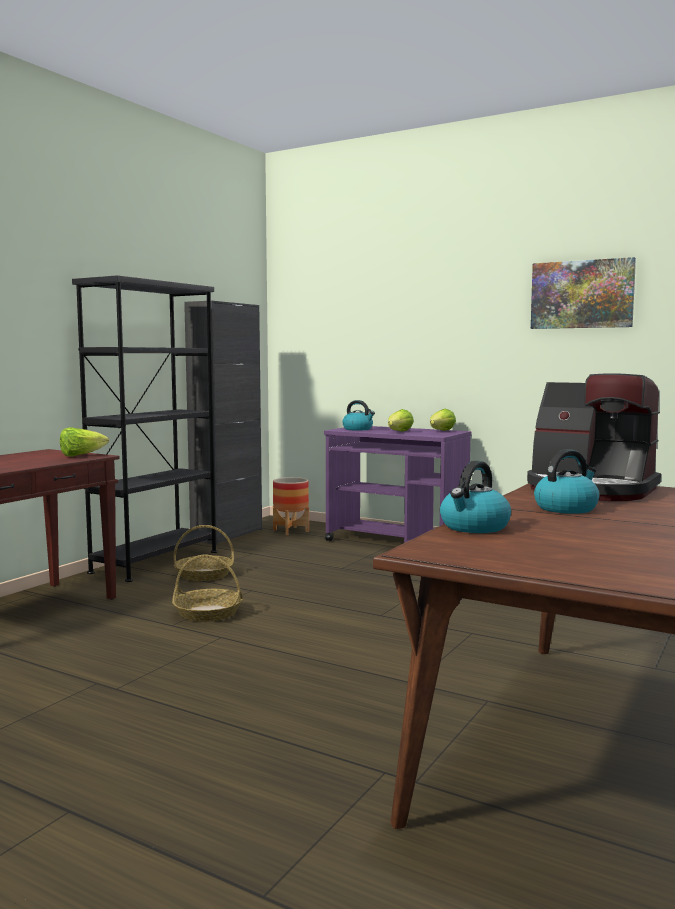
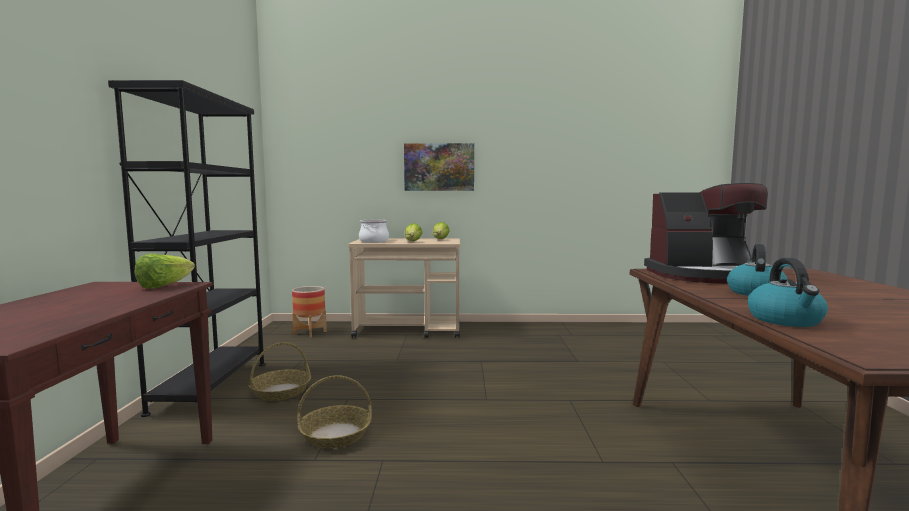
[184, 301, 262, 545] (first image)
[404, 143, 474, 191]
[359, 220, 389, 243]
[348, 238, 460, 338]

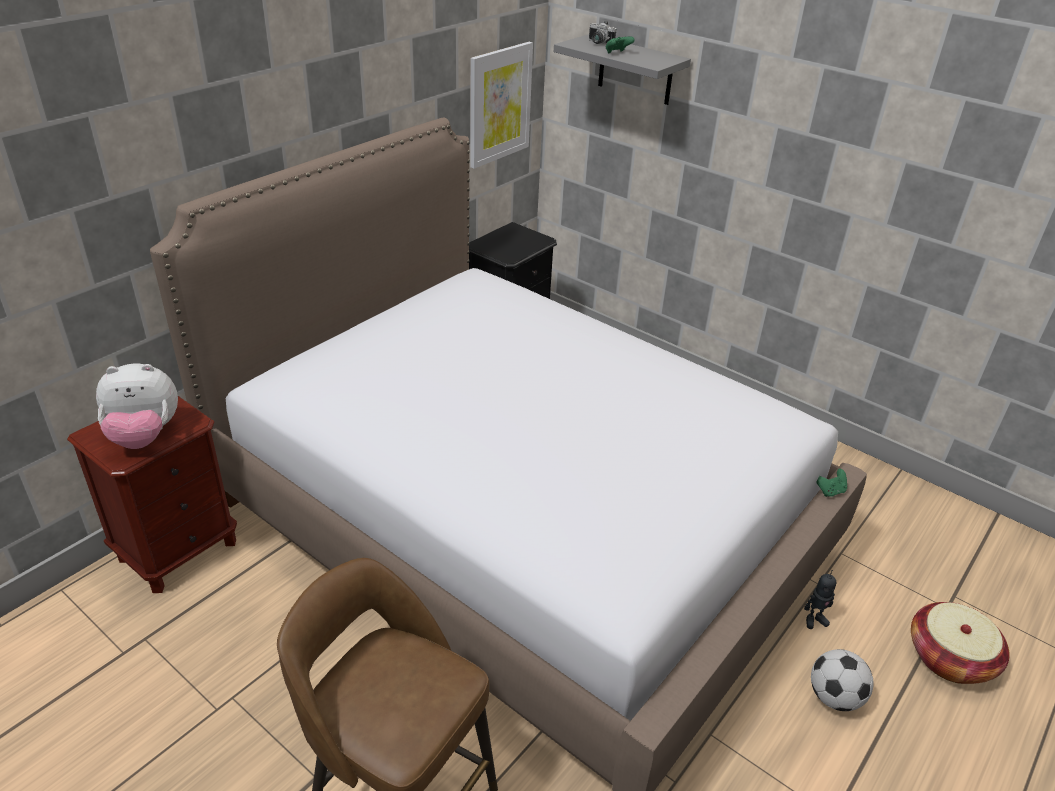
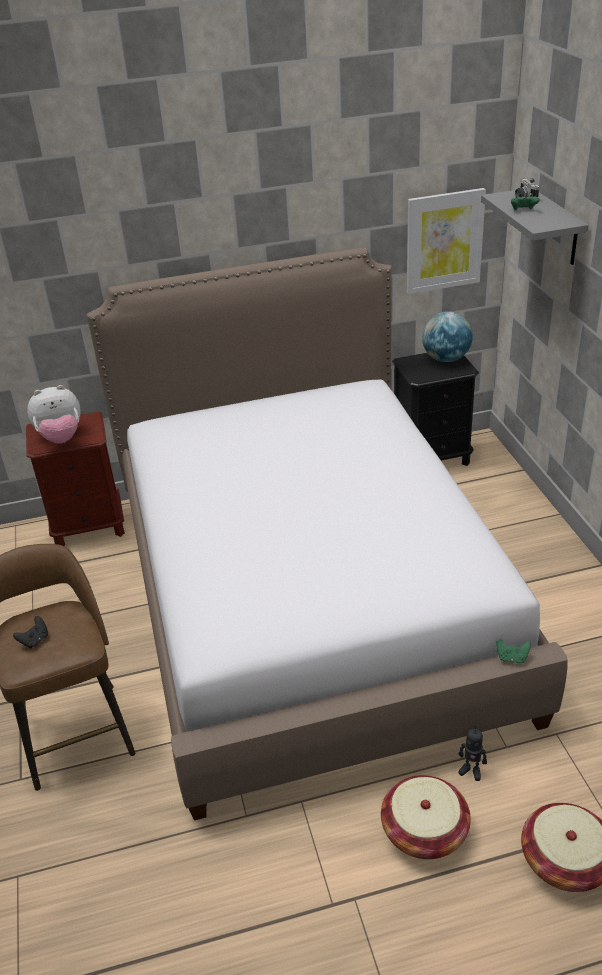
[13, 616, 48, 649]
[422, 311, 473, 362]
[381, 775, 471, 859]
[27, 385, 81, 444]

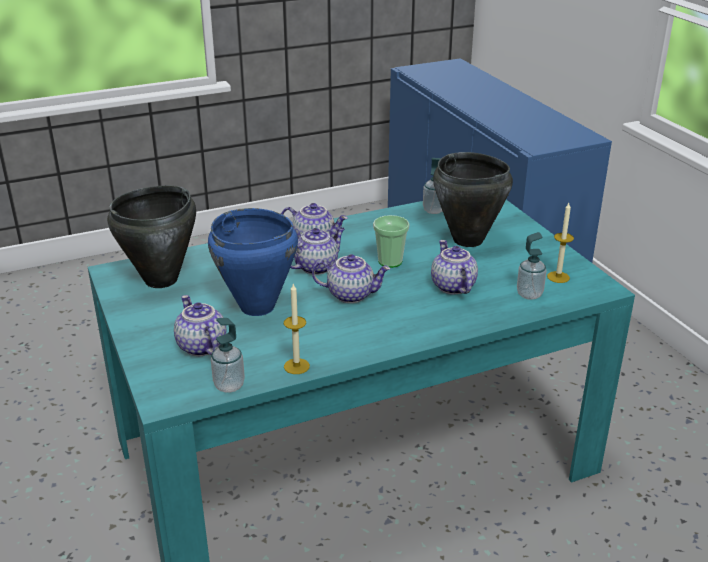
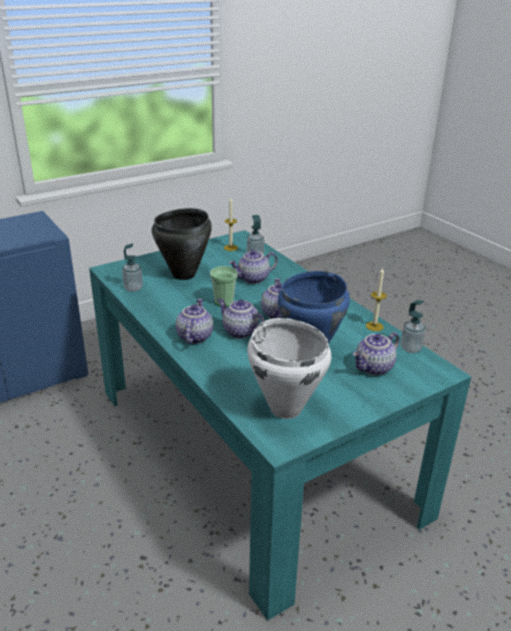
[247, 318, 331, 419]

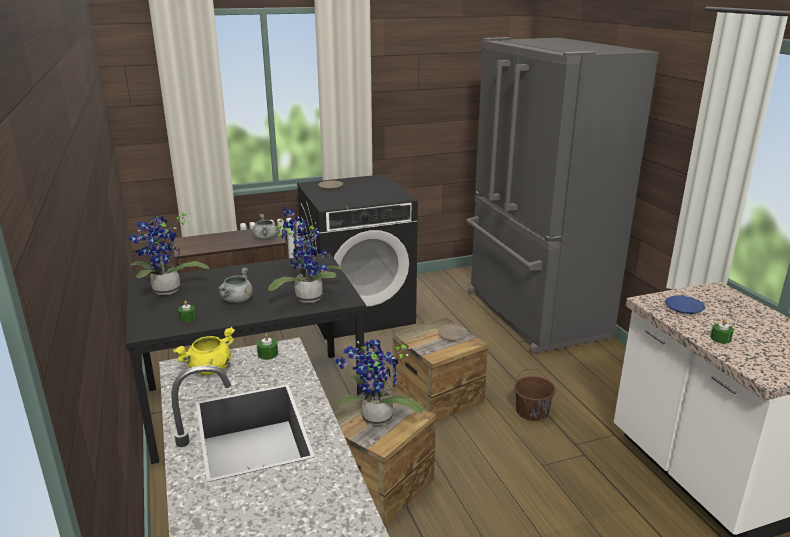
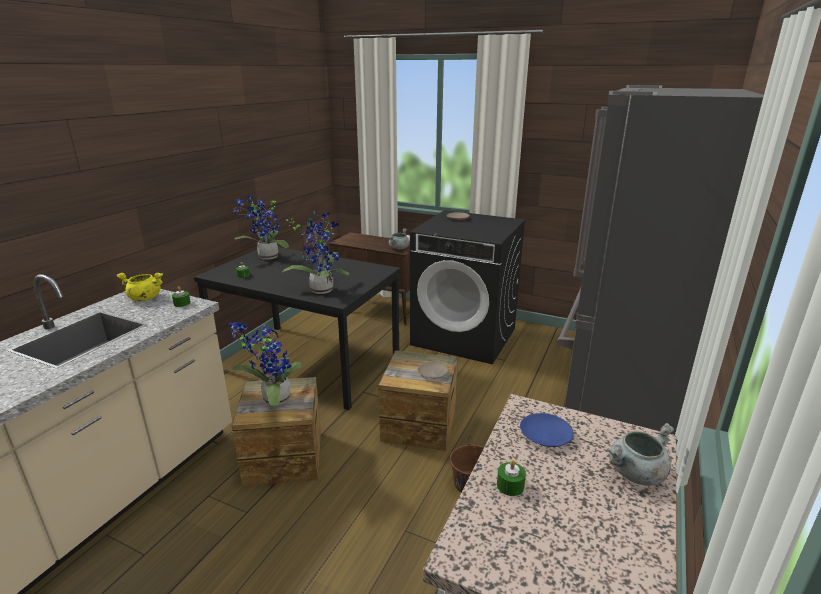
[607, 423, 674, 486]

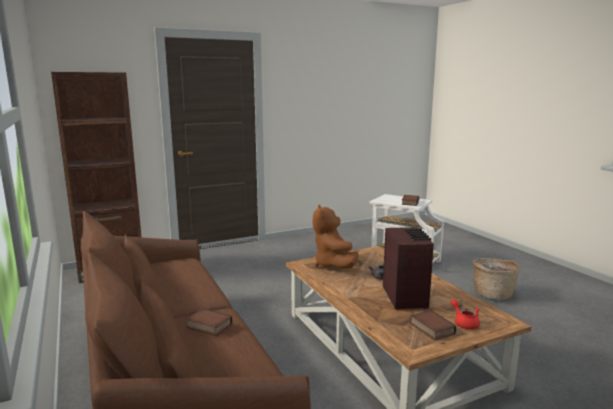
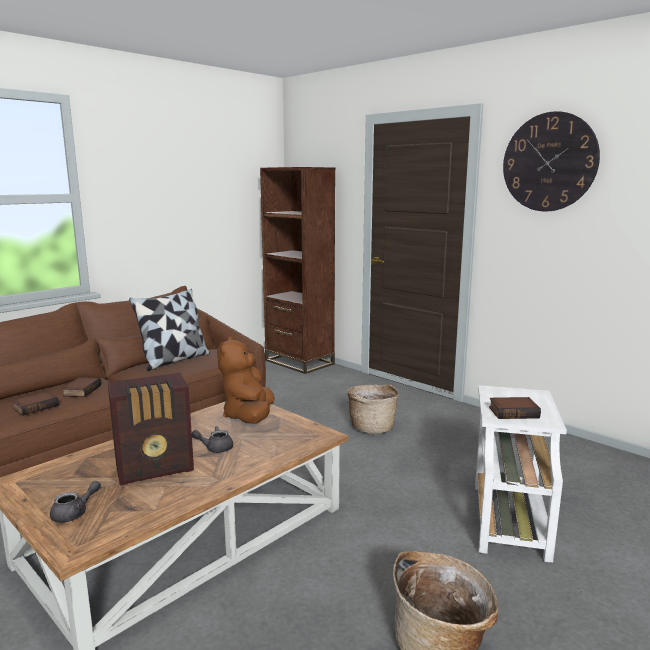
[129, 289, 210, 371]
[347, 384, 399, 434]
[503, 111, 600, 211]
[12, 391, 59, 416]
[50, 481, 101, 523]
[217, 336, 275, 424]

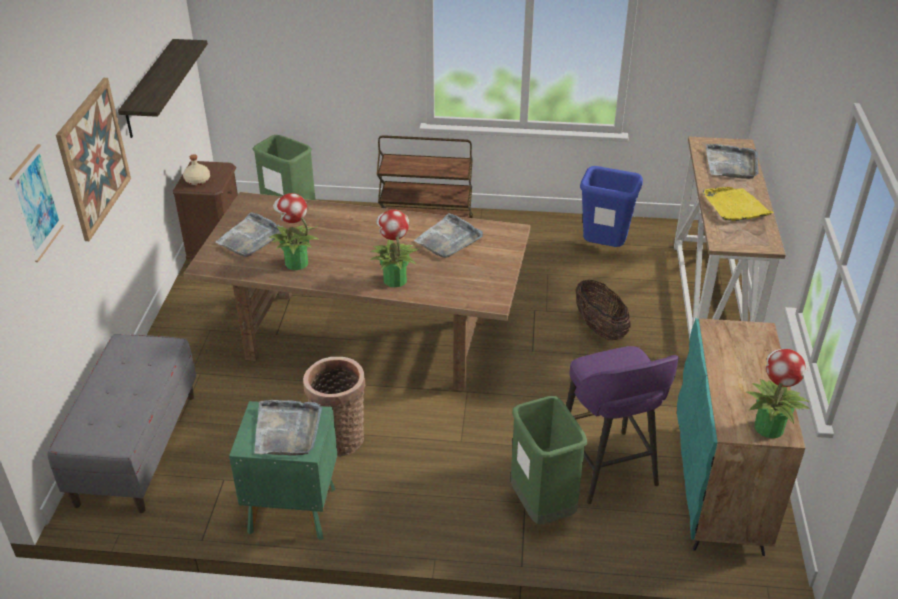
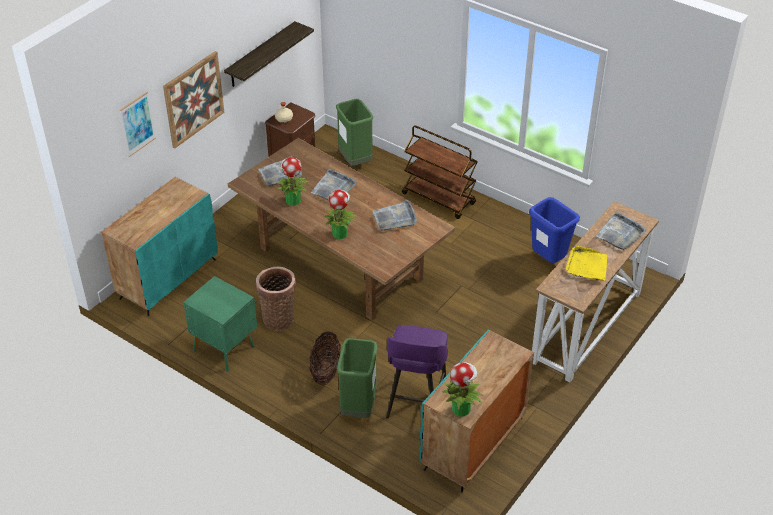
[311, 169, 356, 200]
[309, 332, 341, 385]
[101, 177, 218, 316]

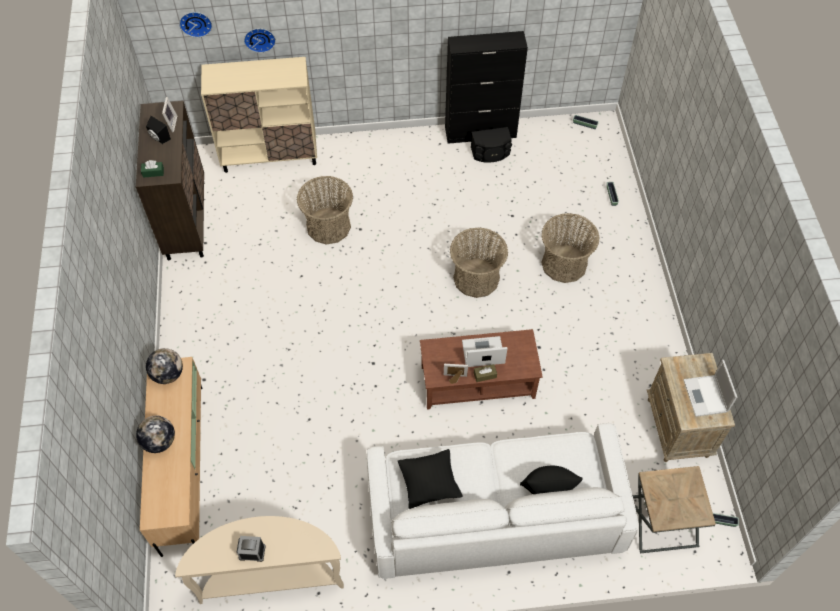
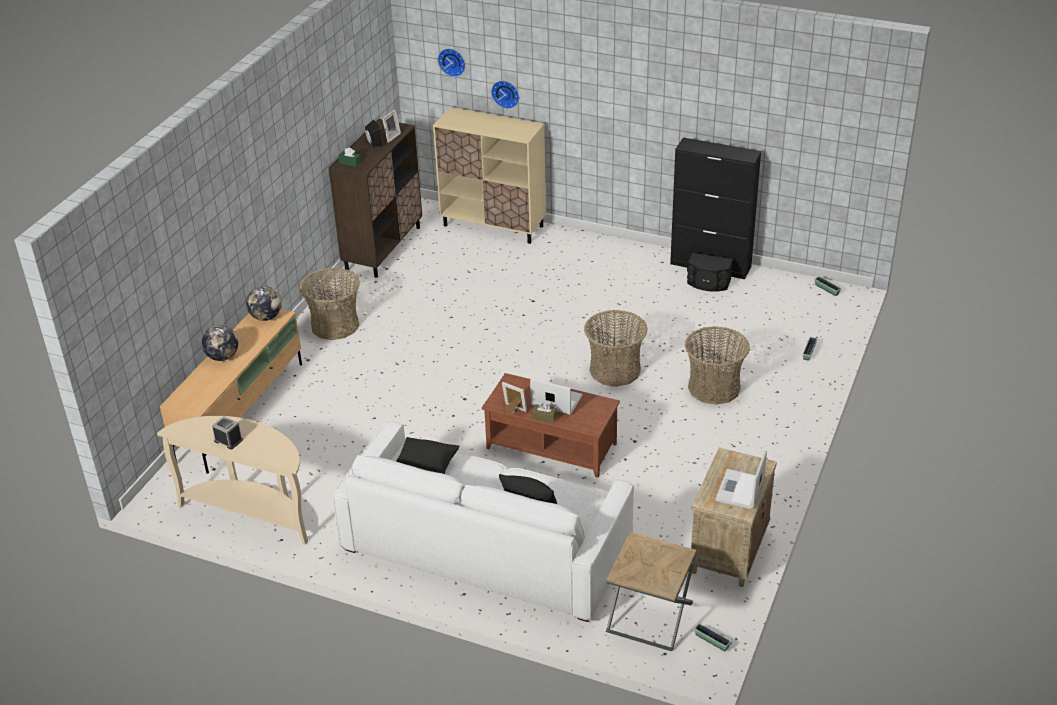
[300, 267, 360, 340]

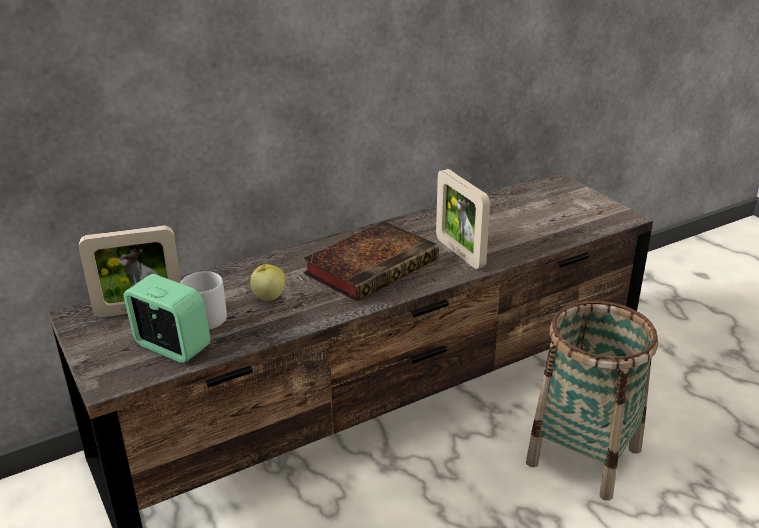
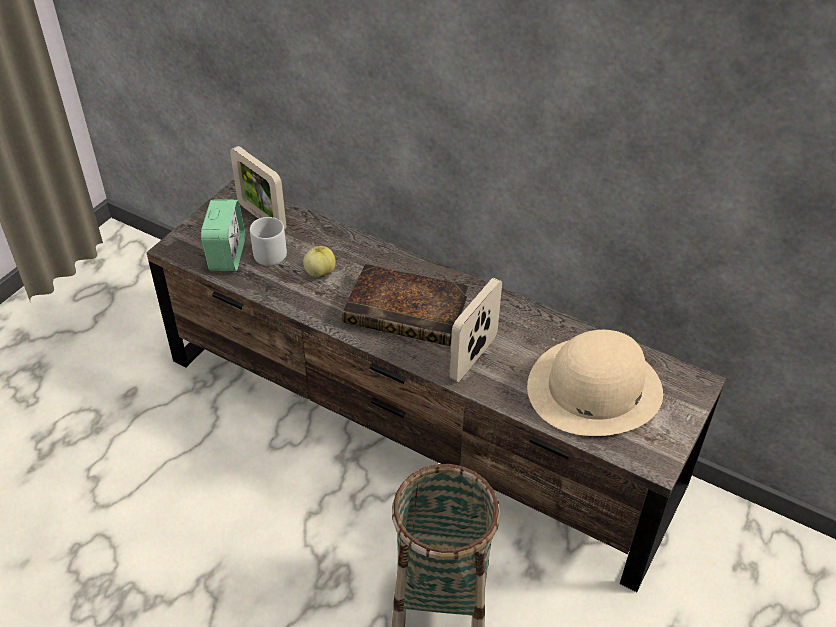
[527, 330, 663, 436]

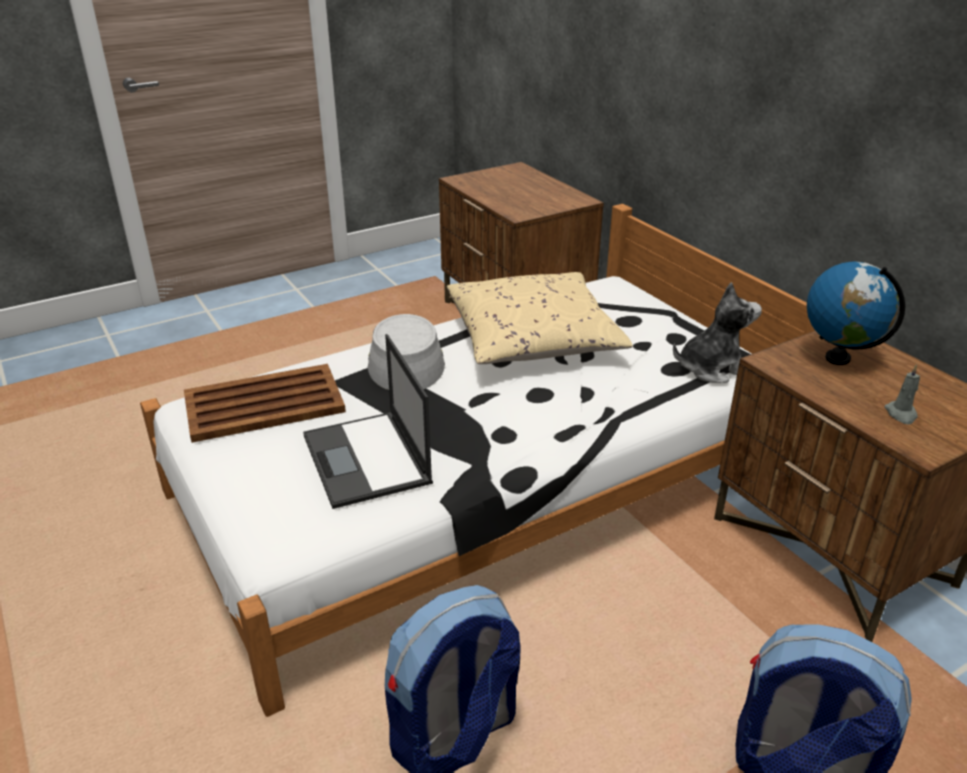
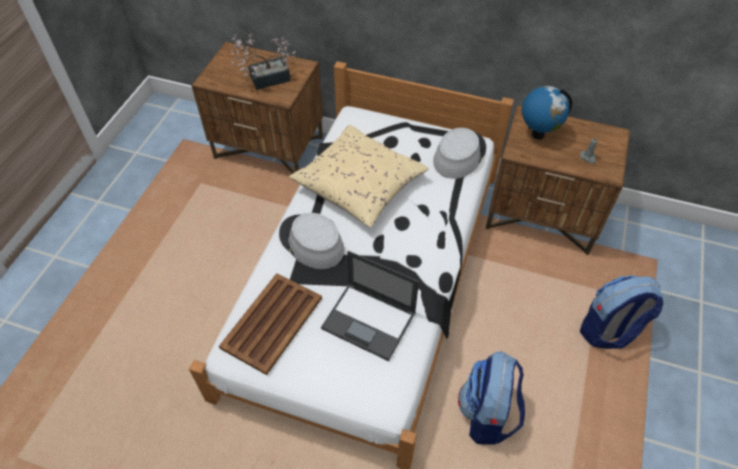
[231, 34, 295, 90]
[433, 128, 486, 179]

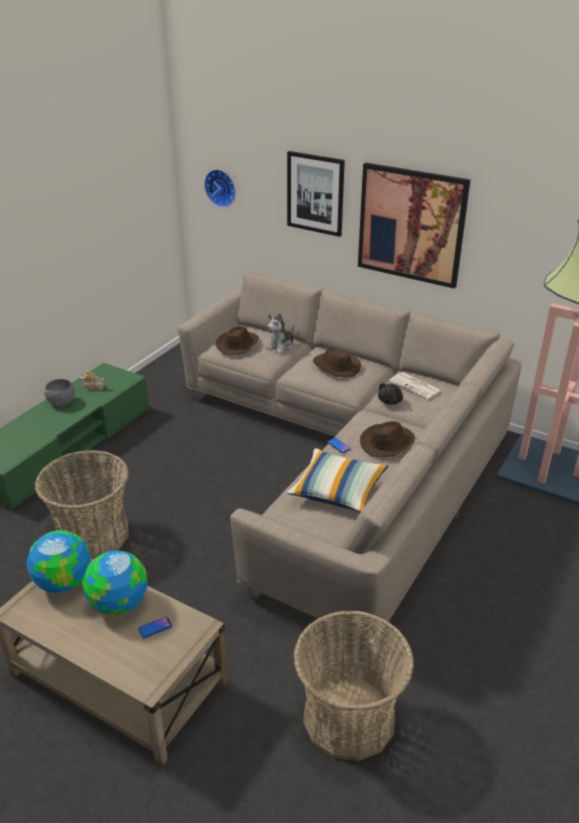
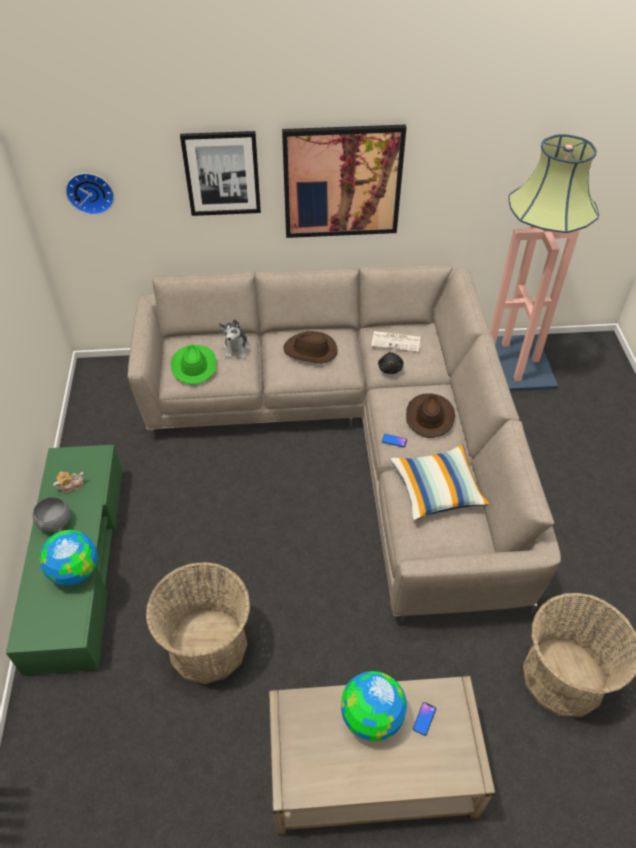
[39, 530, 98, 586]
[171, 344, 216, 385]

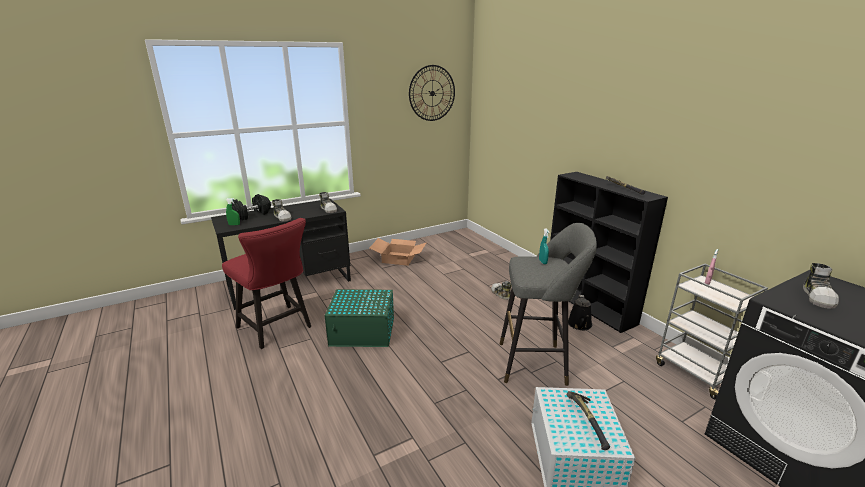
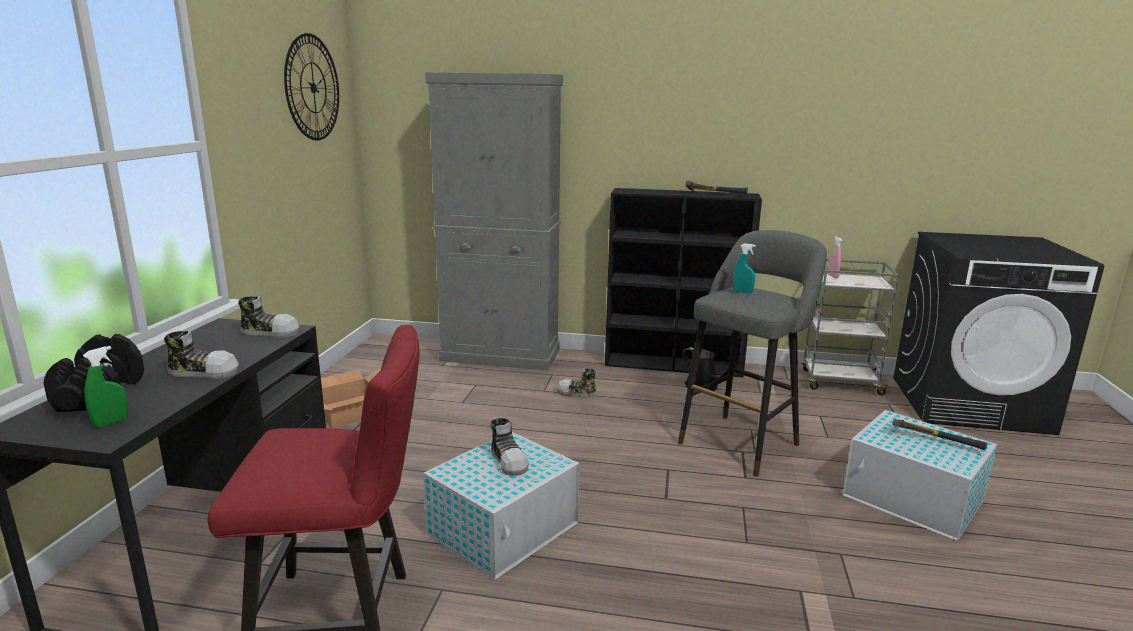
[425, 72, 563, 371]
[490, 418, 529, 476]
[423, 432, 580, 579]

